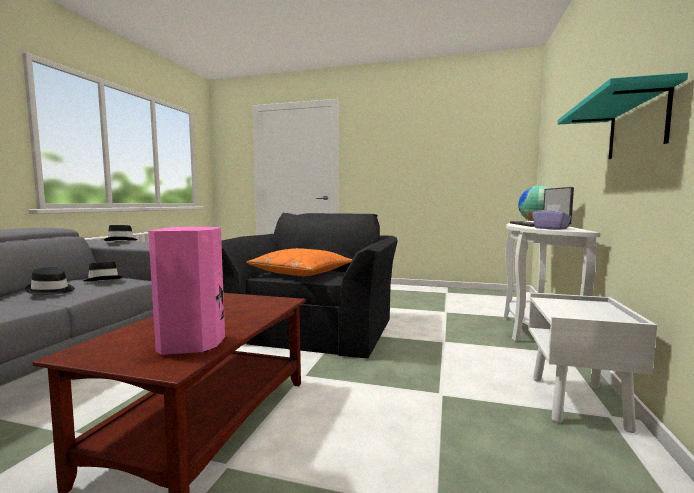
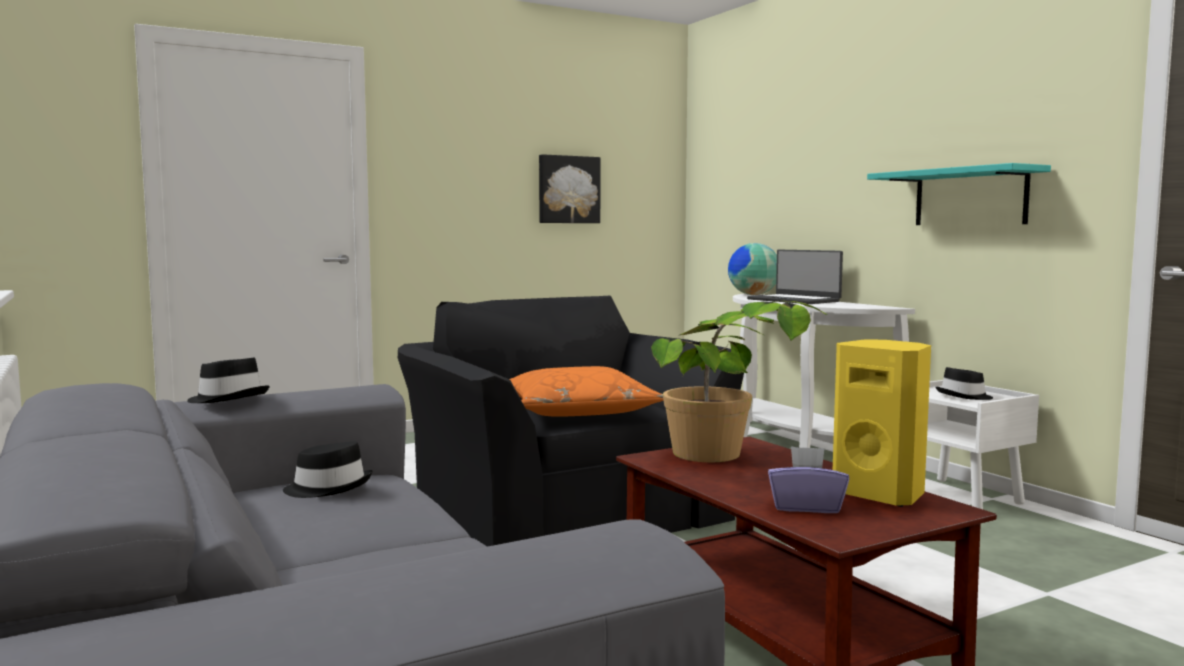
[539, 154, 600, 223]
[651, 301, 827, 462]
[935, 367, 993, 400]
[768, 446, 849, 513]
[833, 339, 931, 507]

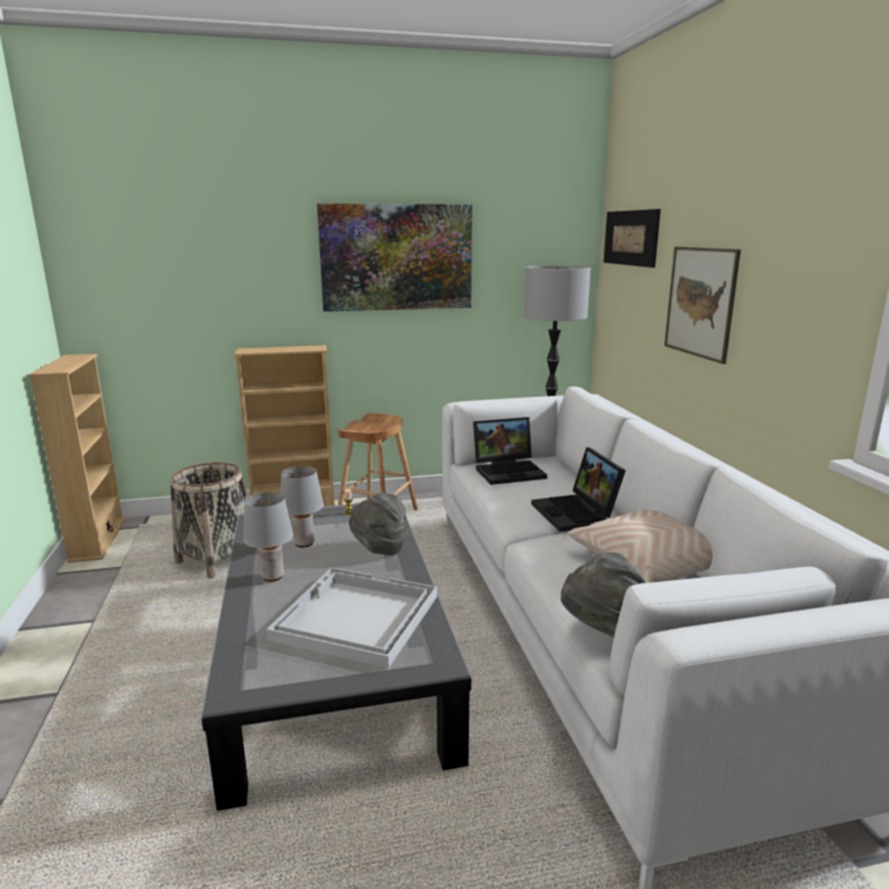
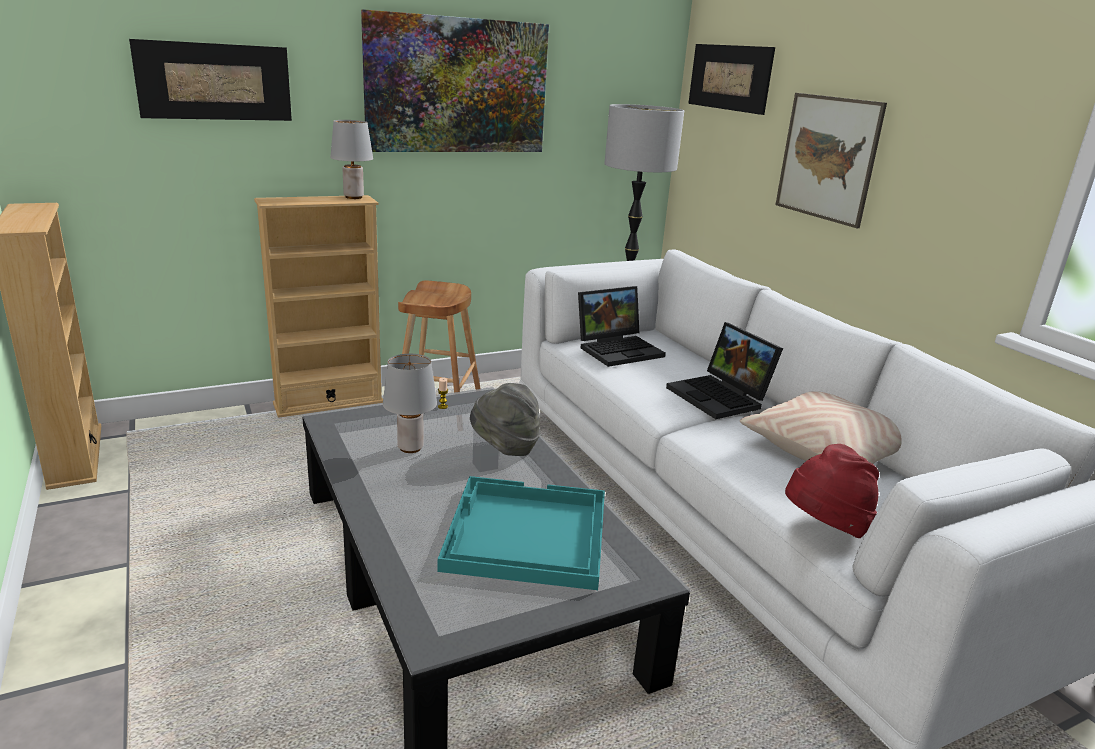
[170, 462, 247, 579] (first image)
[129, 39, 292, 121]
[331, 120, 373, 199]
[438, 476, 605, 590]
[785, 444, 879, 538]

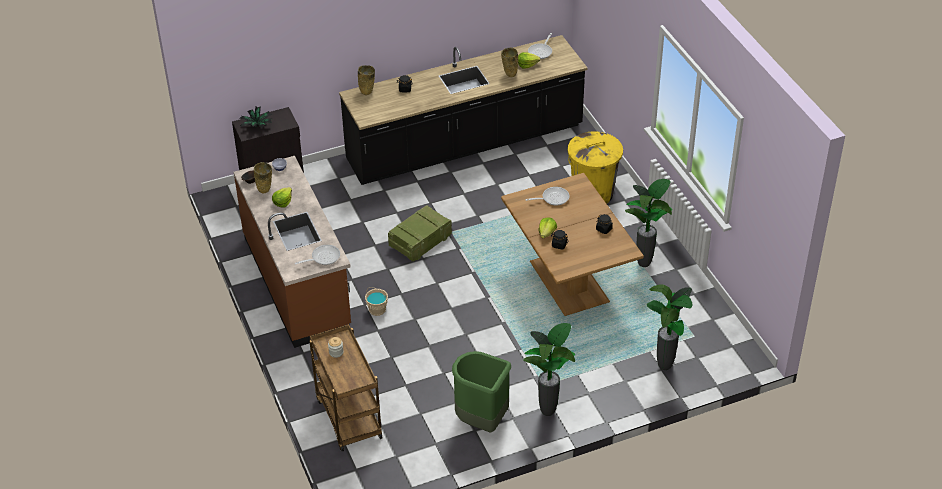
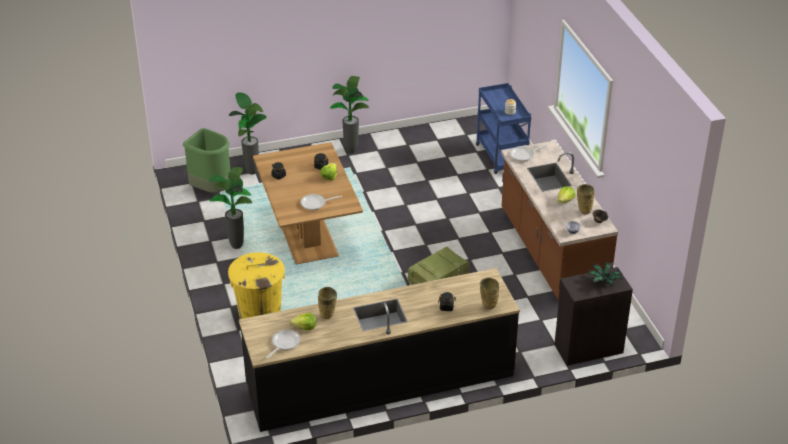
[365, 287, 388, 316] (first image)
[183, 128, 231, 193]
[476, 83, 531, 174]

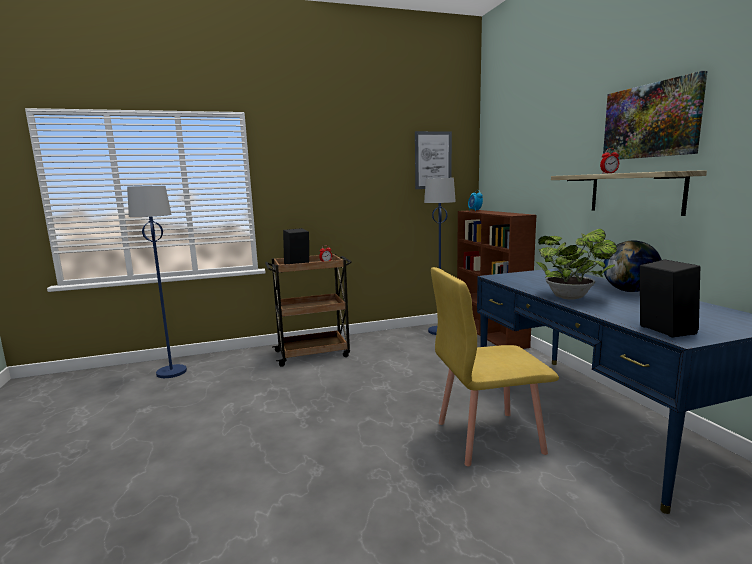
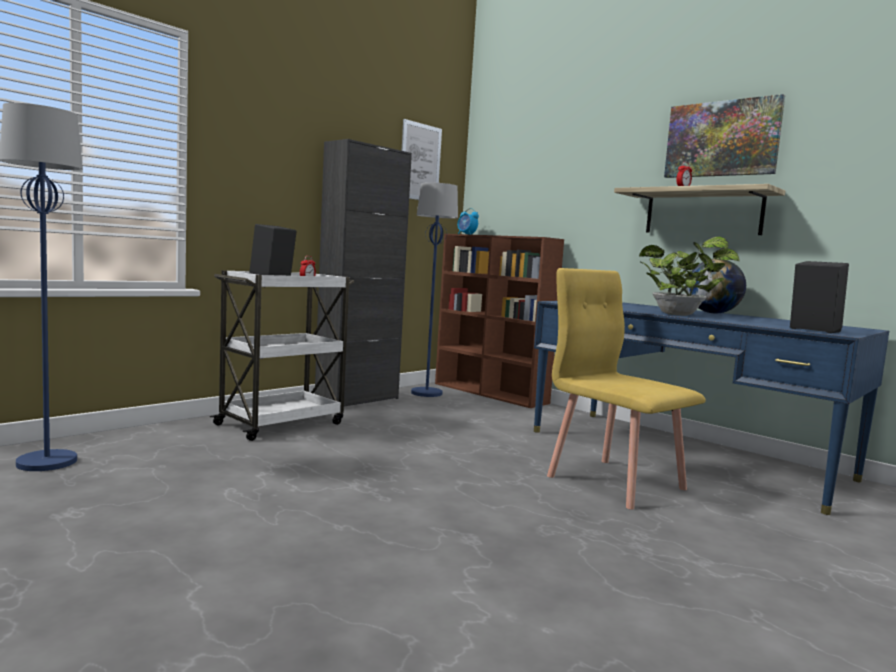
[315, 139, 412, 407]
[210, 270, 354, 441]
[547, 268, 706, 510]

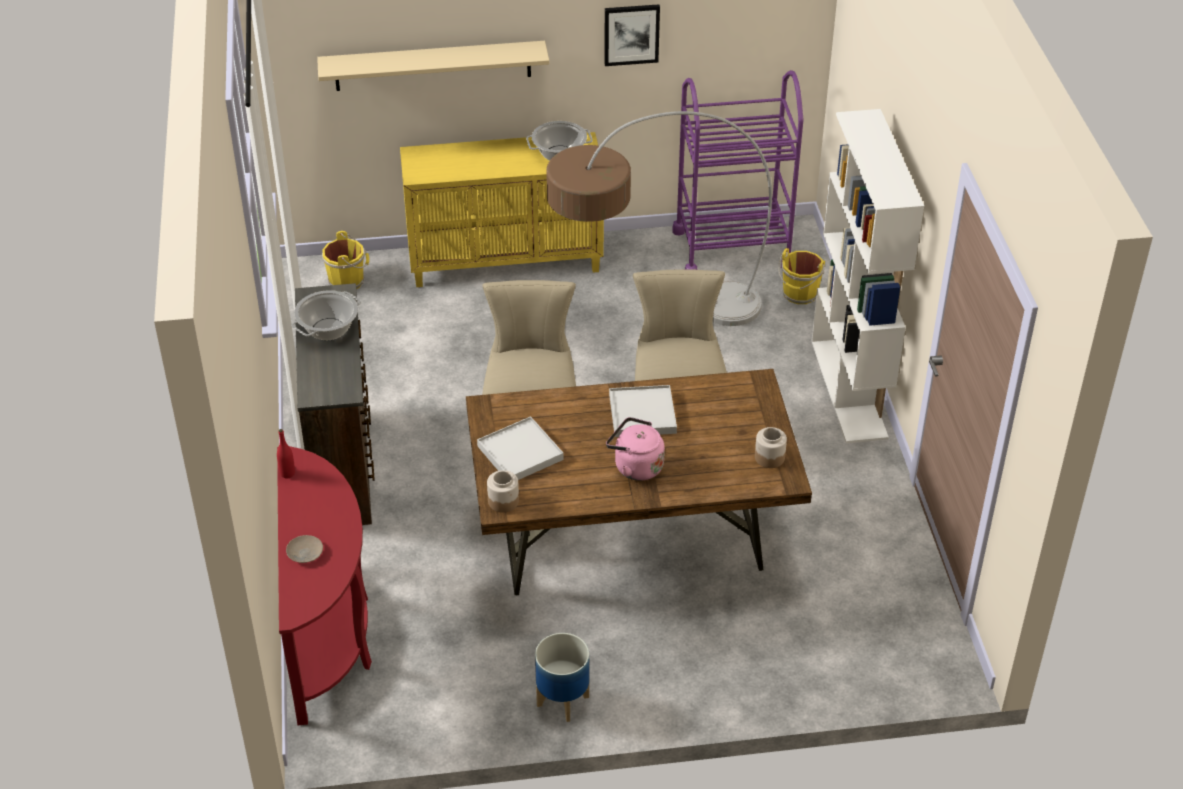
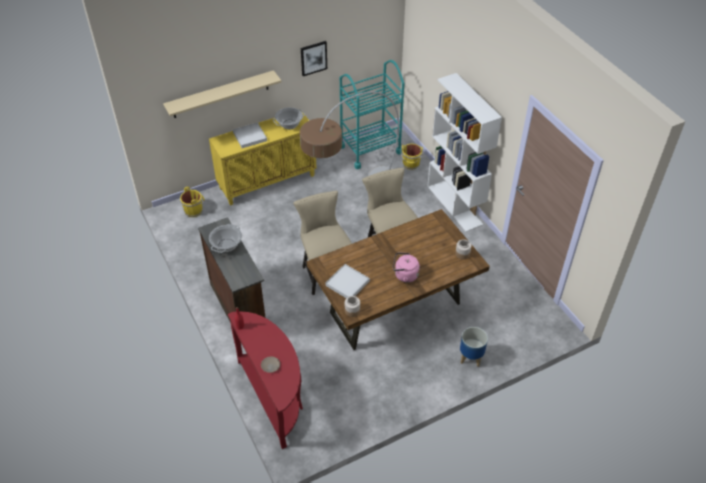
[460, 327, 488, 367]
[233, 122, 267, 148]
[340, 60, 404, 169]

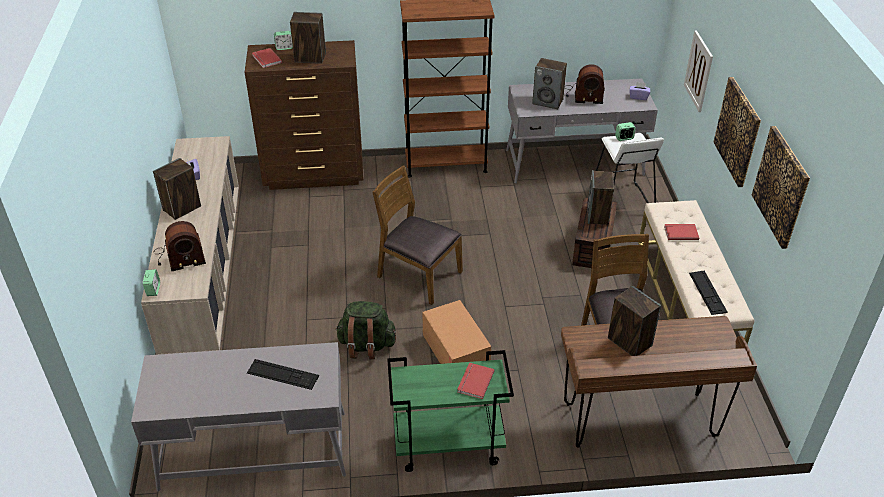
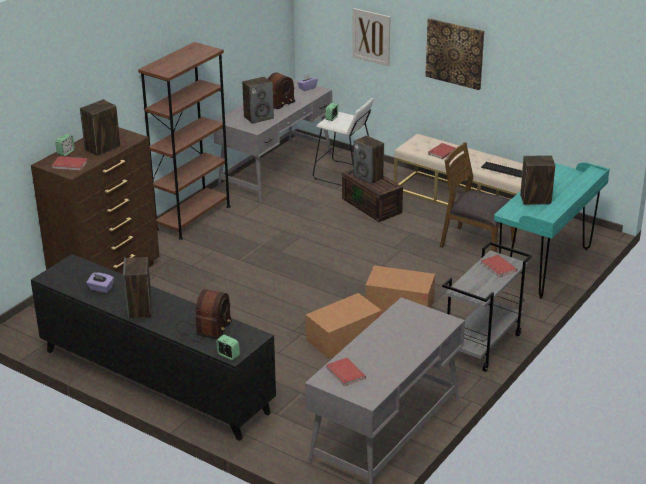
[247, 359, 319, 390] (first image)
[372, 166, 463, 305] (first image)
[752, 126, 810, 249] (first image)
[326, 357, 366, 386]
[306, 293, 382, 359]
[31, 254, 276, 441]
[442, 242, 532, 372]
[494, 162, 610, 299]

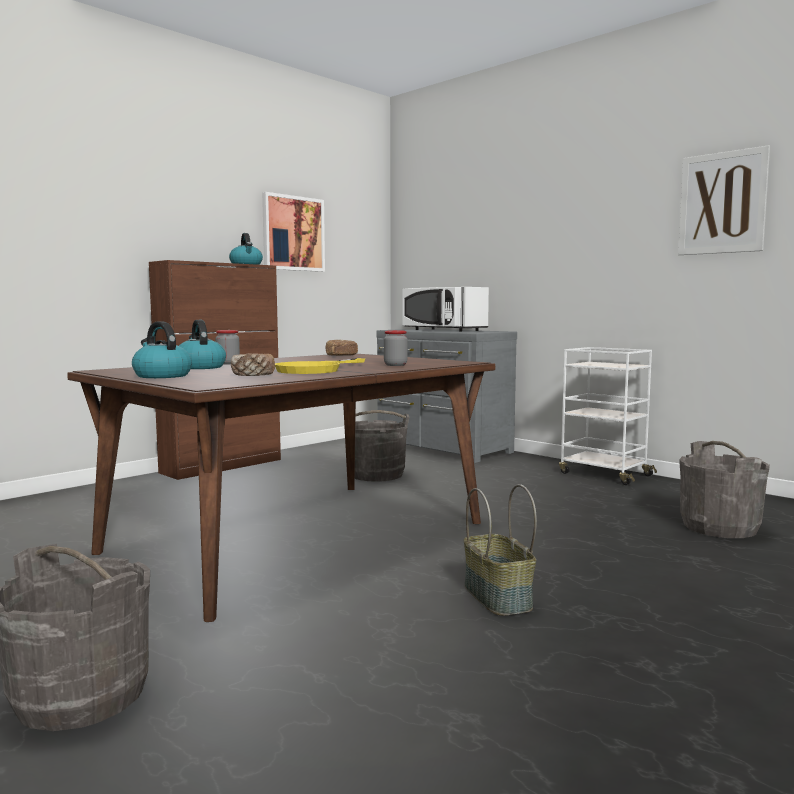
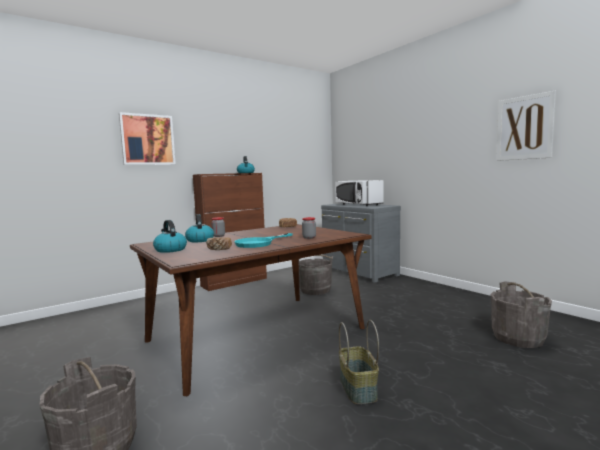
[559, 347, 657, 485] (first image)
[119, 112, 176, 165]
[234, 233, 293, 248]

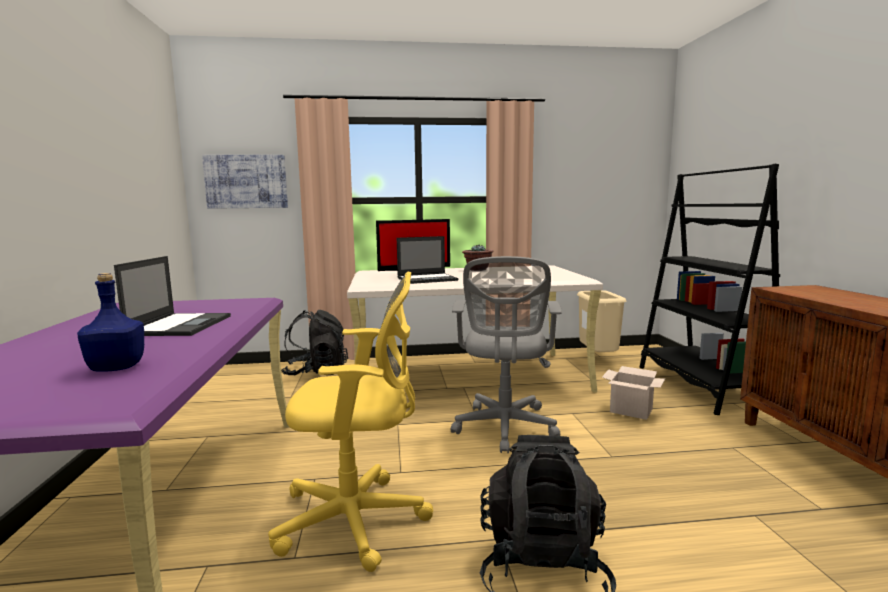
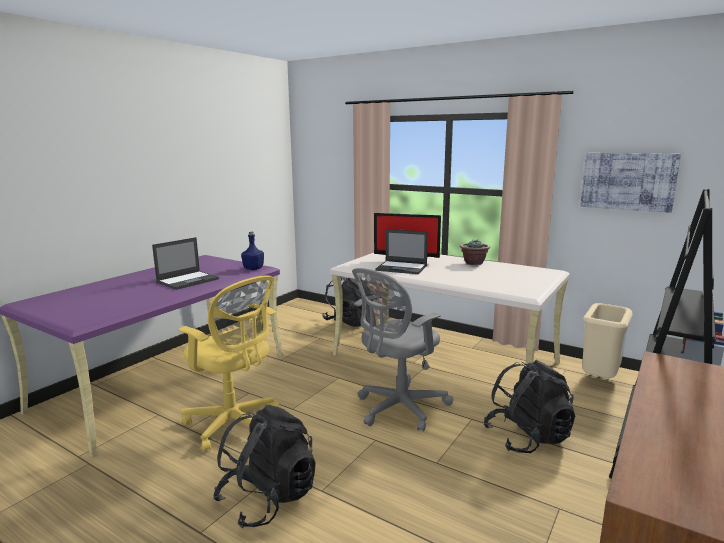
[241, 232, 264, 270]
[580, 153, 681, 213]
[484, 360, 575, 453]

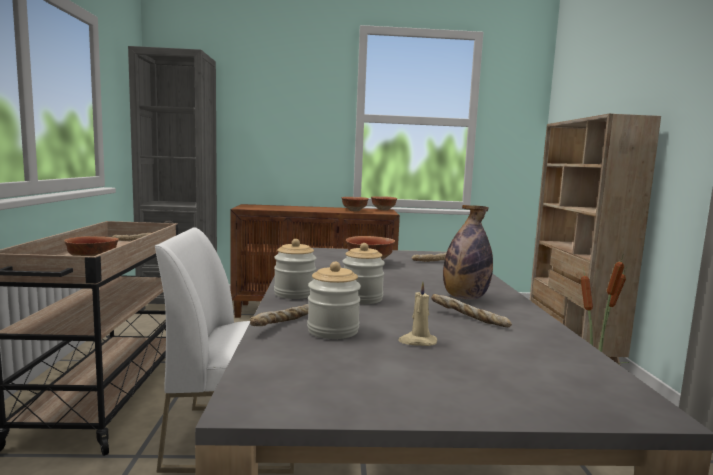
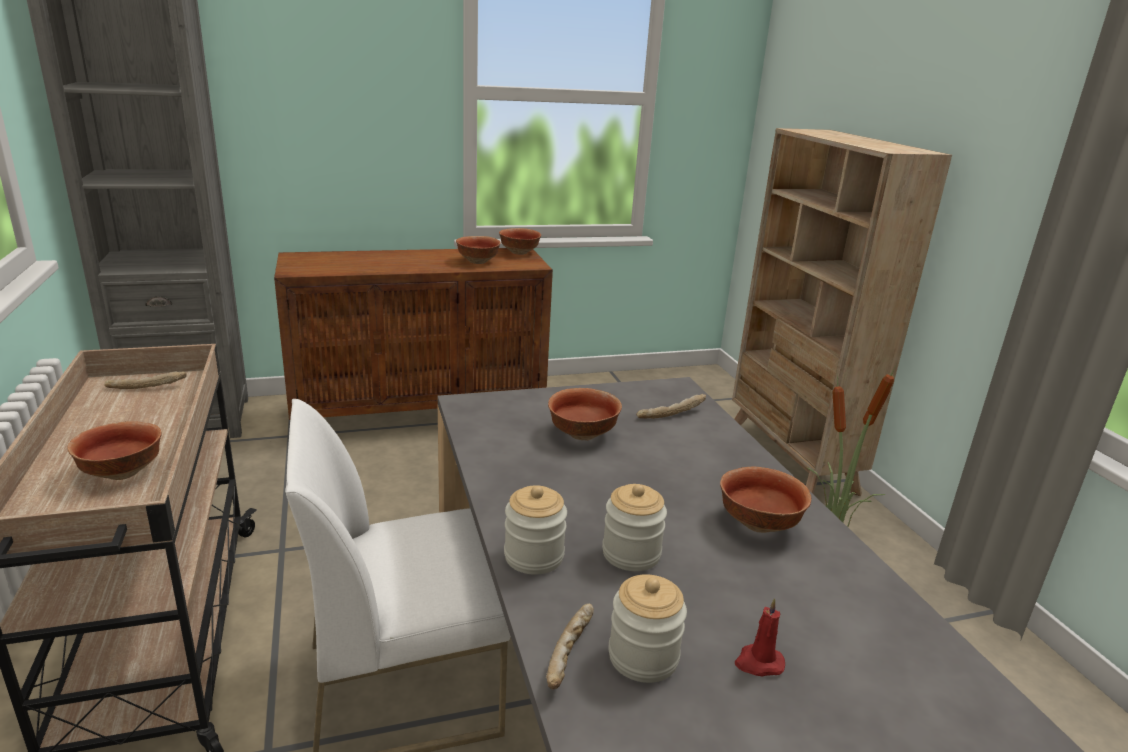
[431, 294, 512, 328] (first image)
[720, 467, 811, 533]
[735, 598, 785, 676]

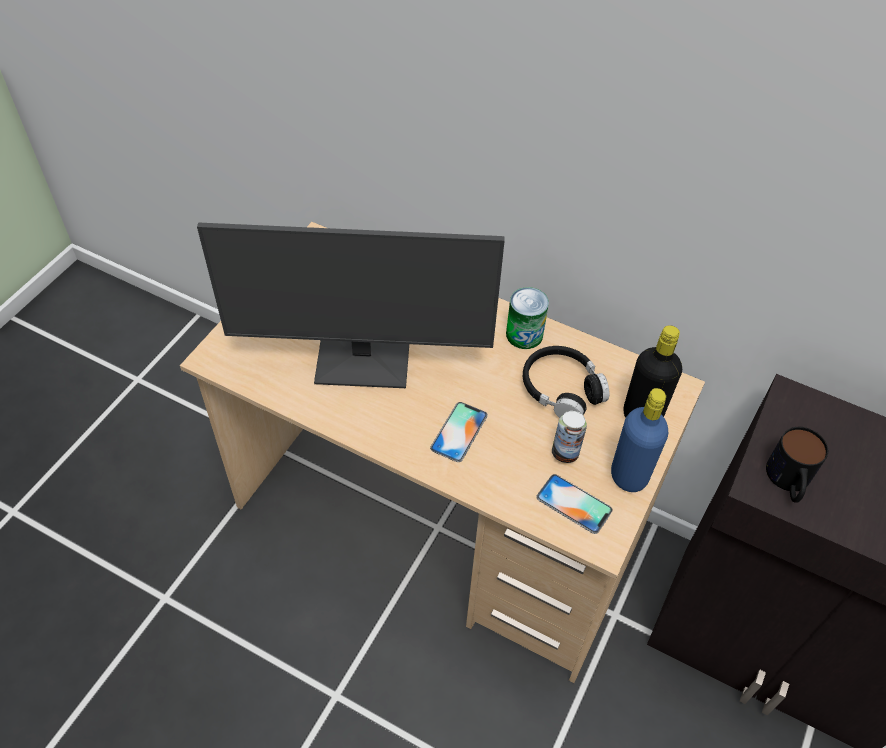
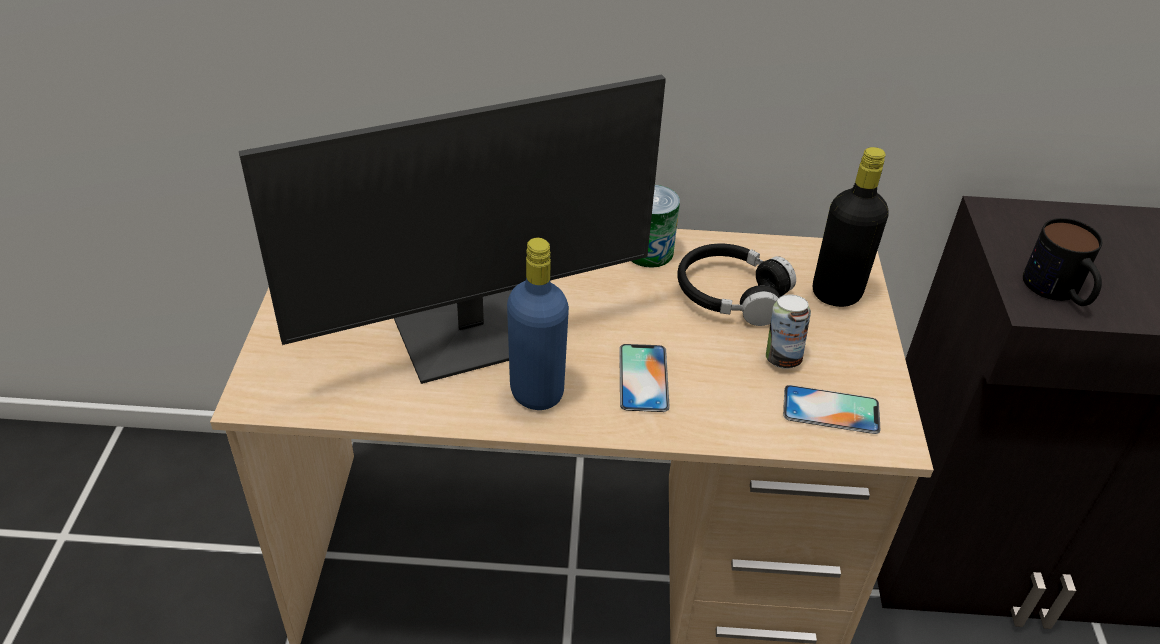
[507, 238, 569, 410]

